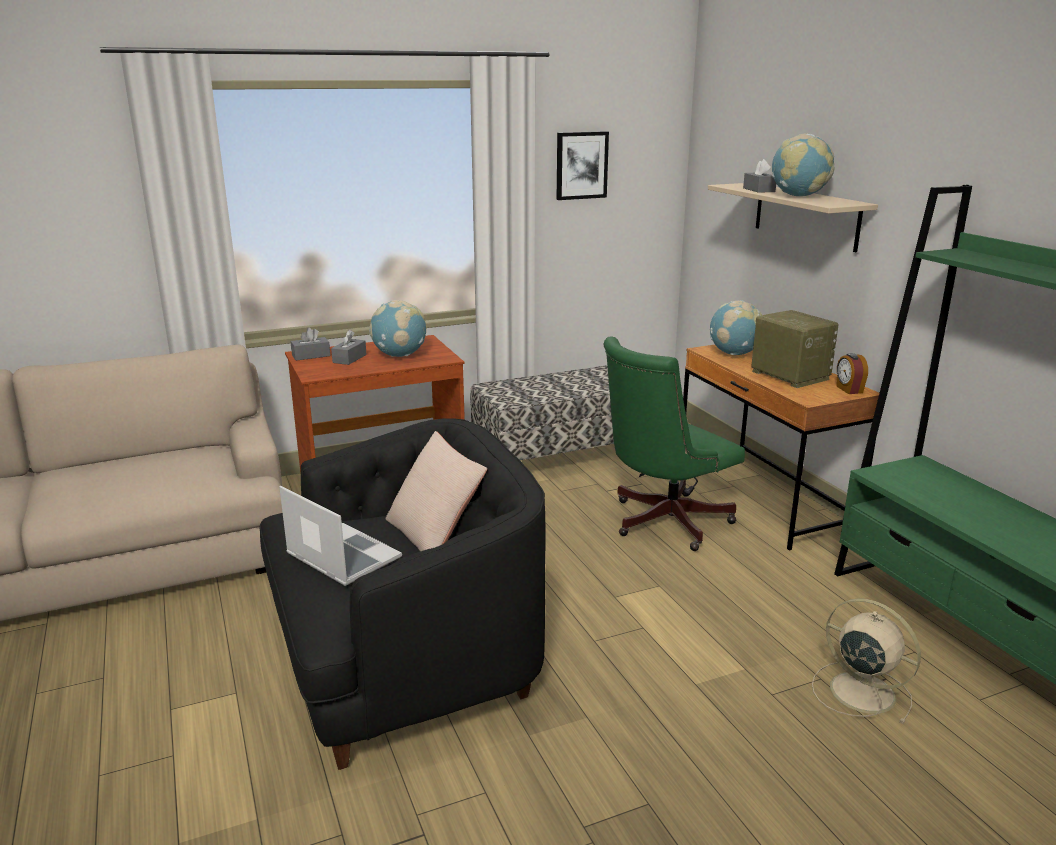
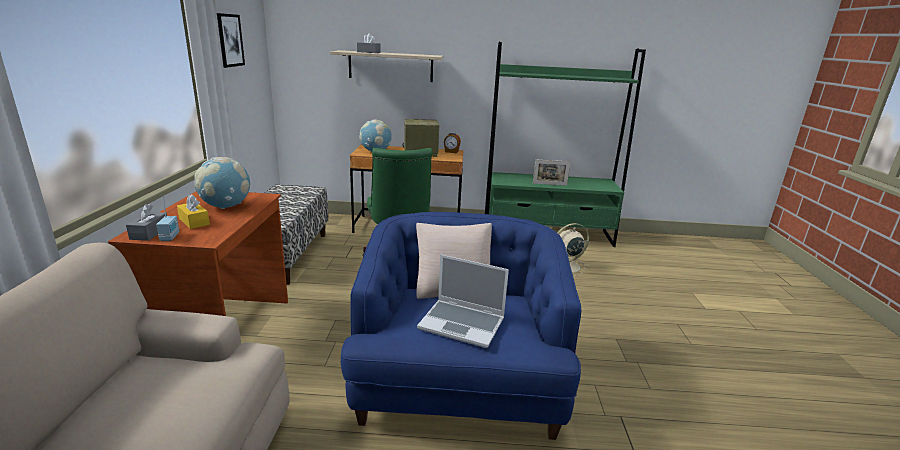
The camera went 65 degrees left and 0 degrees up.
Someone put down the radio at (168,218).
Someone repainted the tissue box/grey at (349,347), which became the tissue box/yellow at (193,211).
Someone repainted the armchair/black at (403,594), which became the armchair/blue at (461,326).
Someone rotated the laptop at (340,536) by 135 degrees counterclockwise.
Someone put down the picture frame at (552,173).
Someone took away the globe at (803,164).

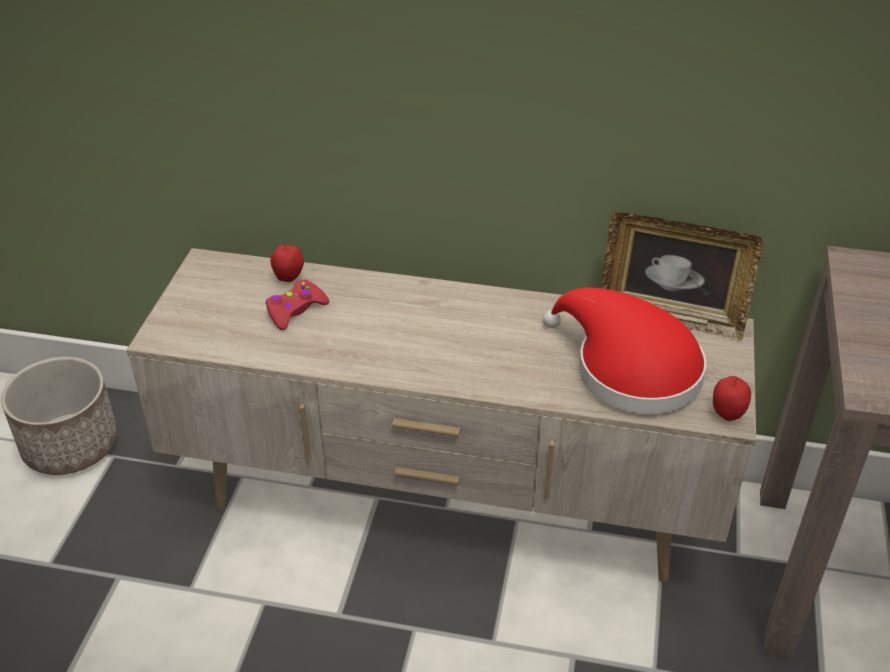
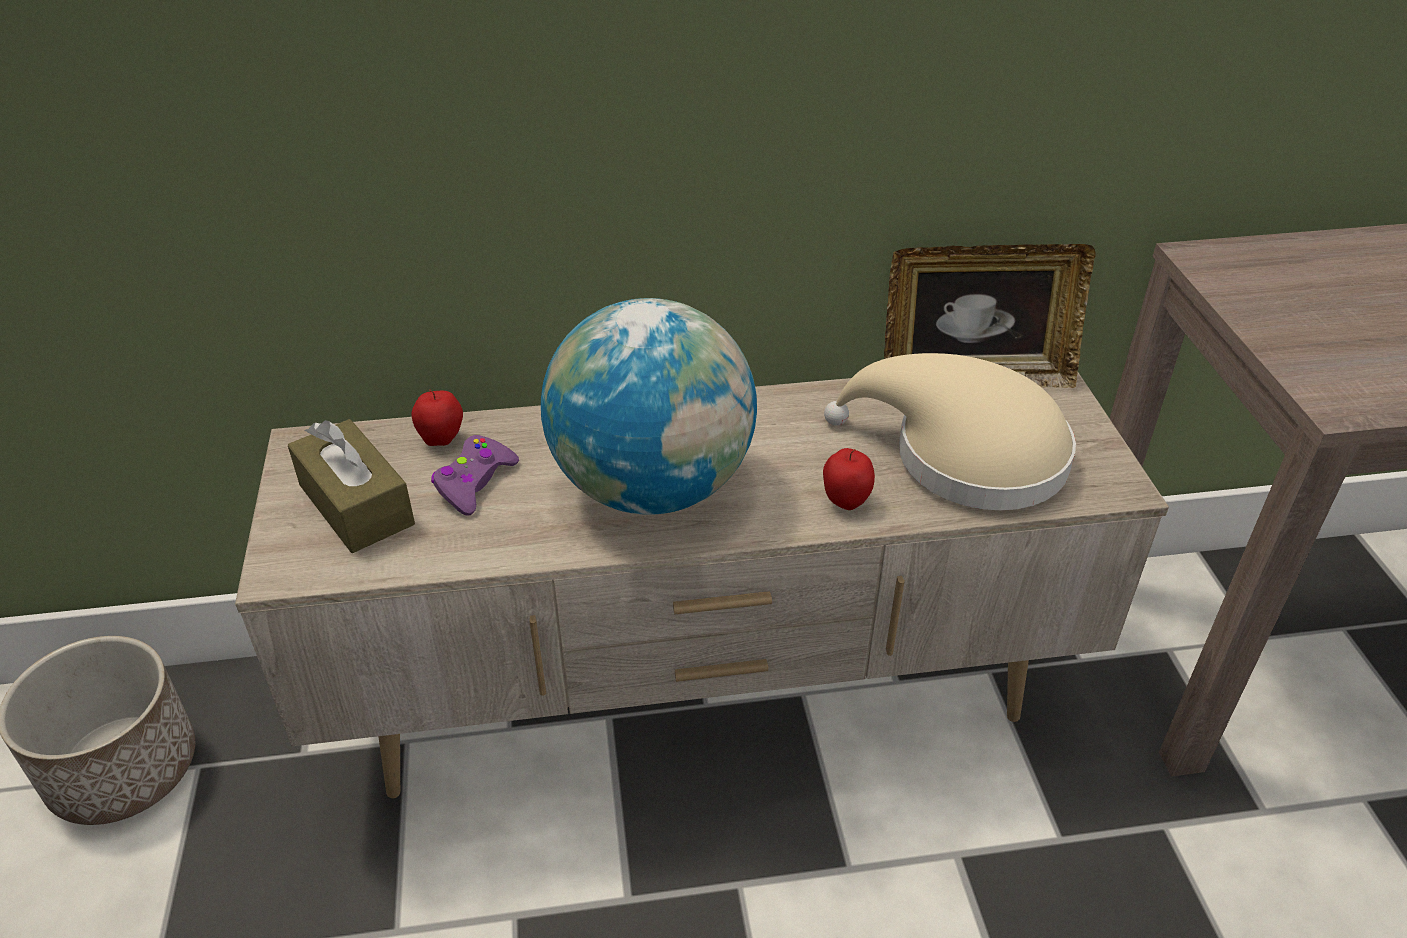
The camera went 20 degrees left and 0 degrees up.
Someone put down the tissue box/brown at (351,486).
Someone repainted the game controller/red at (297,305), which became the game controller/purple at (475,475).
Someone put down the globe at (649,406).
Someone carried the apple from (732,398) to (849,479).
Someone repainted the hat/red at (625,351), which became the hat/beige at (950,431).

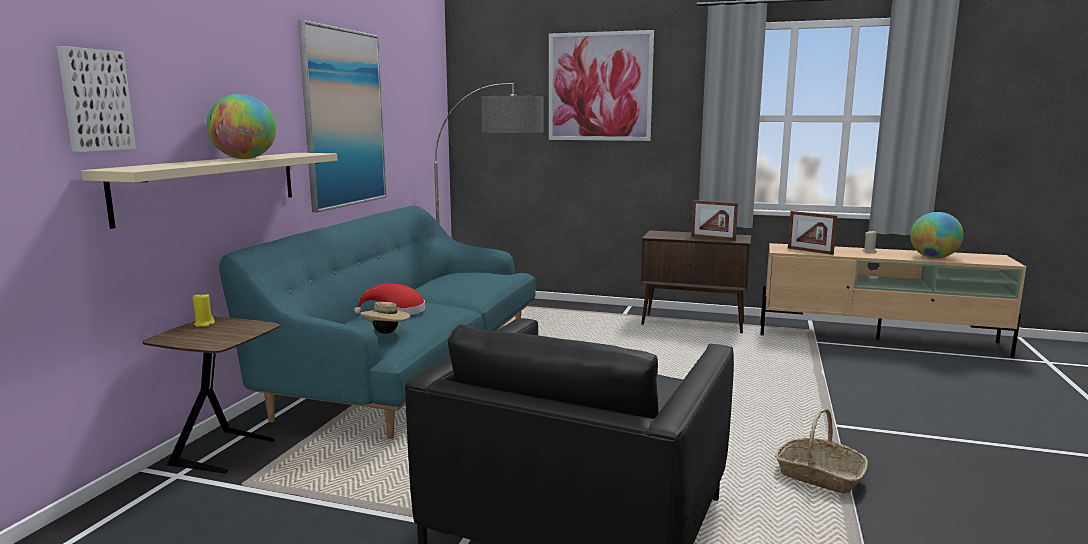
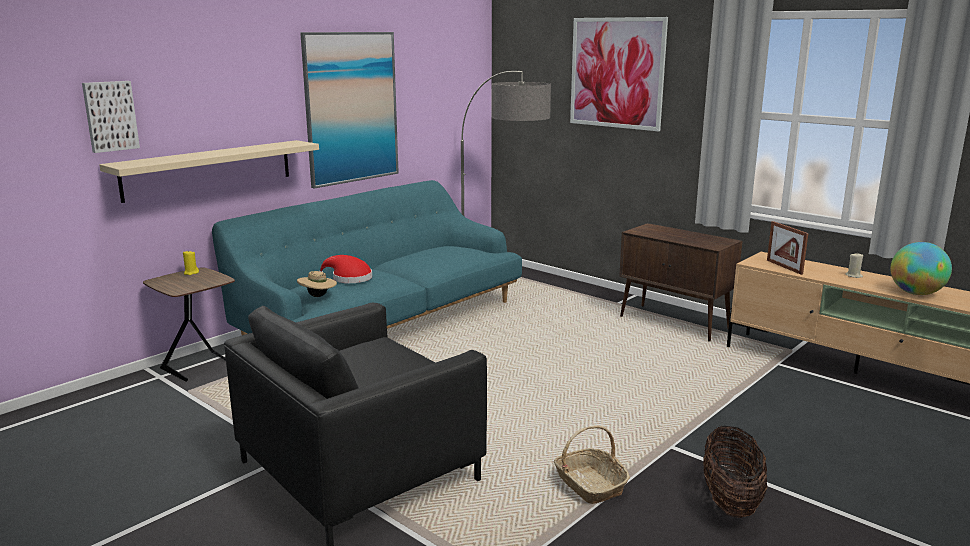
The camera went 25 degrees right and 5 degrees up.
Someone put down the basket at (735,472).
Someone took away the globe at (241,126).
Someone took away the picture frame at (714,220).

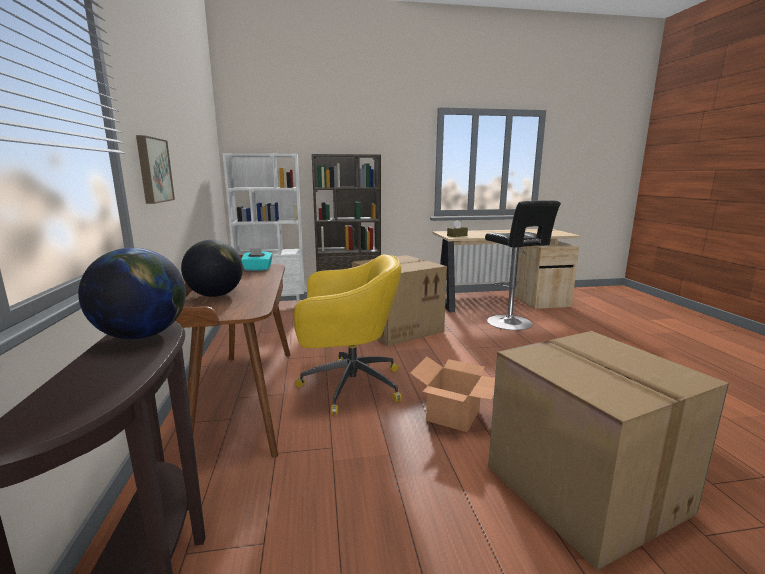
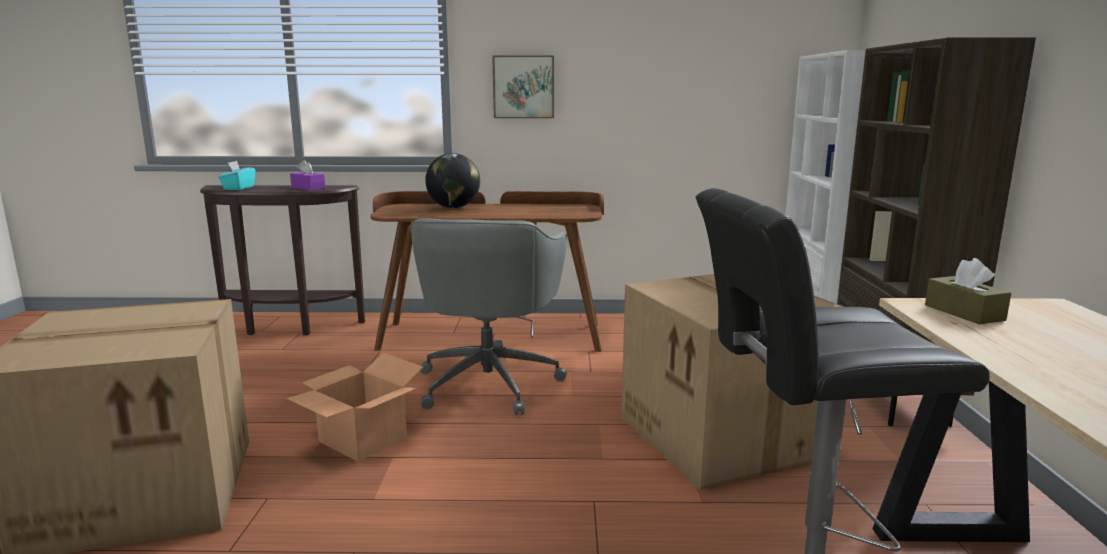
The camera went 100 degrees right and 0 degrees up.
Someone carried the tissue box/turquoise from (256,259) to (236,175).
Someone swapped the globe at (132,293) for the tissue box/purple at (307,175).
Someone repainted the office chair/yellow at (348,335), which became the office chair/grey at (488,316).

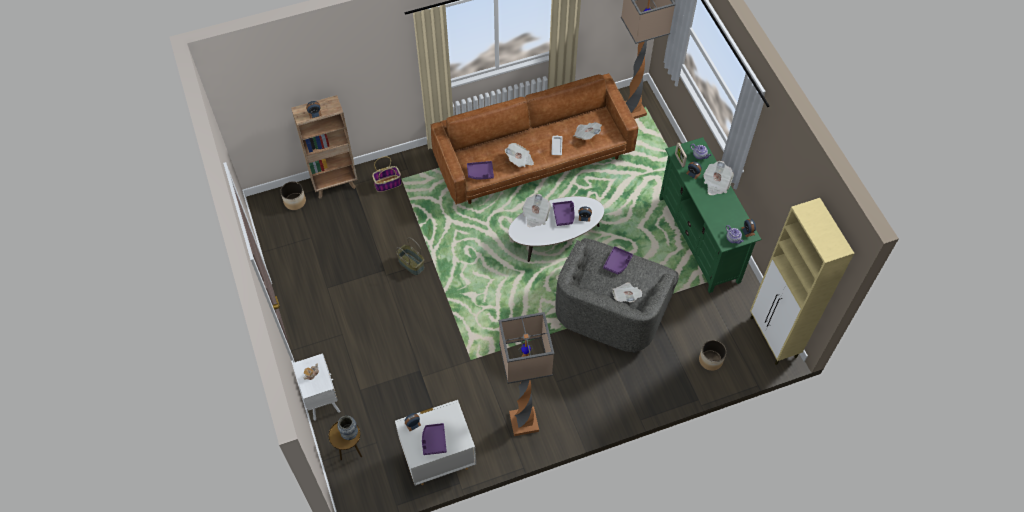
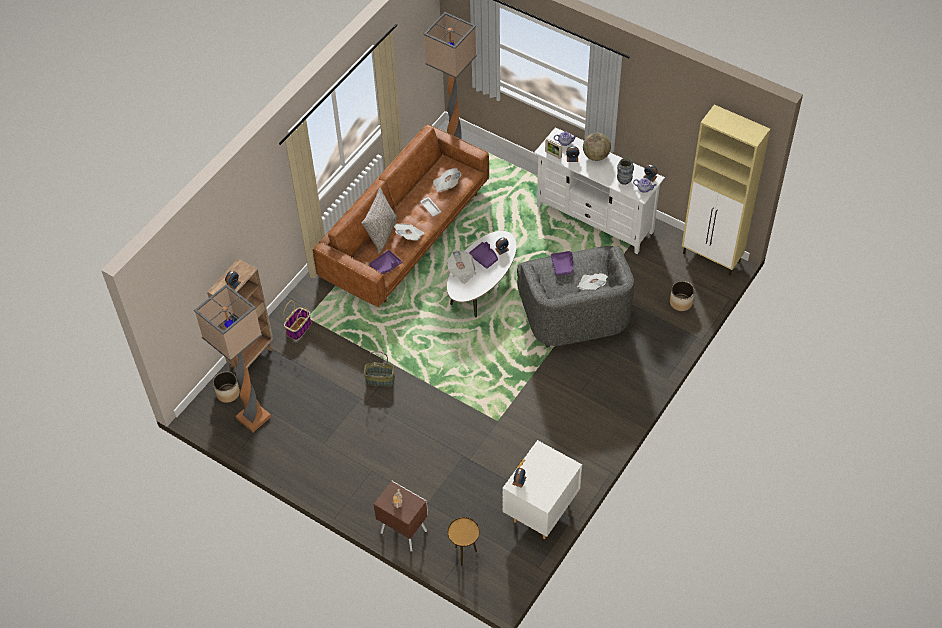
The camera went 35 degrees left and 5 degrees down.
Someone carried the floor lamp from (526,374) to (232,358).
Someone put down the pillow/grey at (379,220).
Someone repainted the nightstand/white at (316,387), which became the nightstand/brown at (401,516).
Someone repainted the tv stand/green at (710,215), which became the tv stand/white at (599,190).
Someone swapped the newspaper at (718,178) for the globe at (597,147).
Someone carried the vase from (347,428) to (625,171).
Someone took away the tray/purple at (434,439).

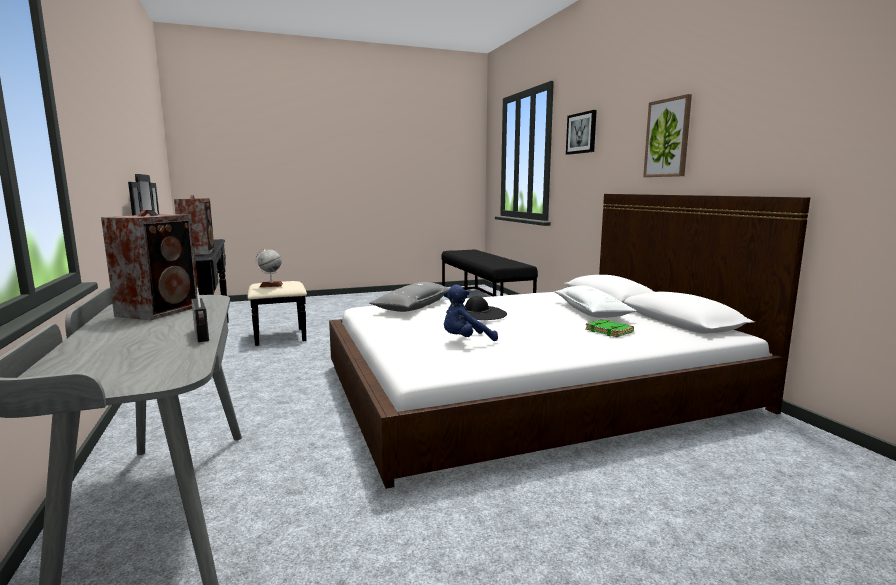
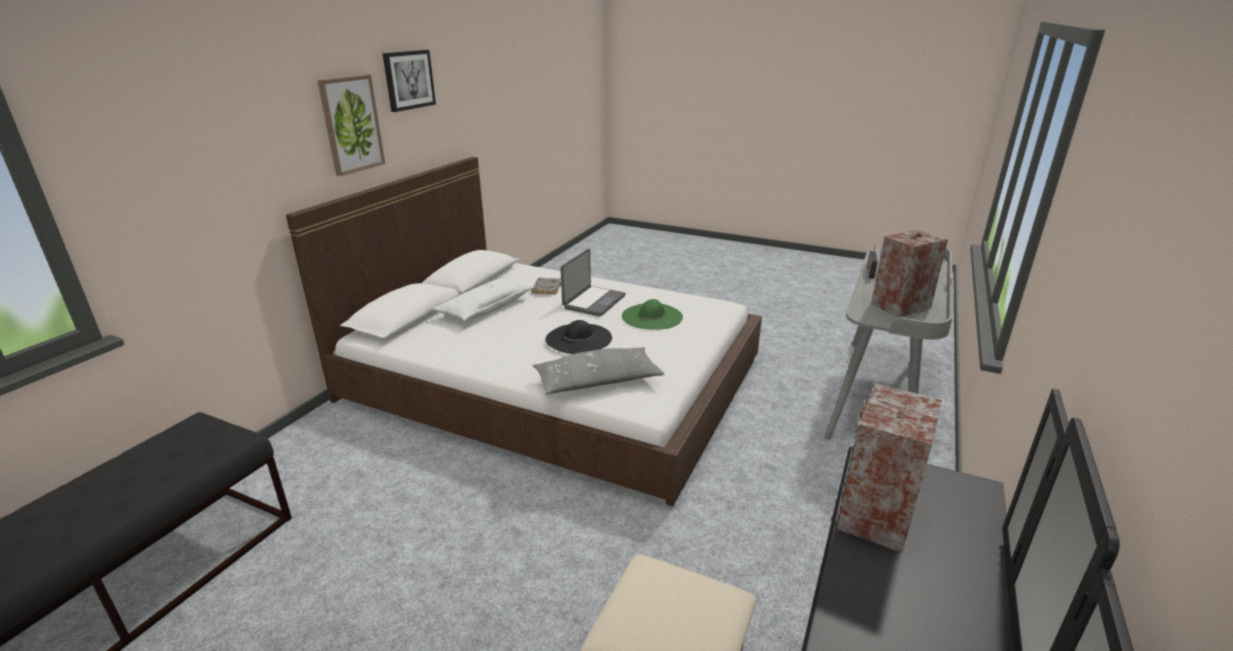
The camera went 135 degrees left and 15 degrees up.
Someone carried the picture from (581,132) to (409,81).
Someone repainted the book/green at (609,328), which became the book/grey at (546,286).
Someone put down the laptop at (593,282).
Someone swapped the plush toy/blue at (471,313) for the hat/green at (652,314).
Someone took away the globe at (269,268).

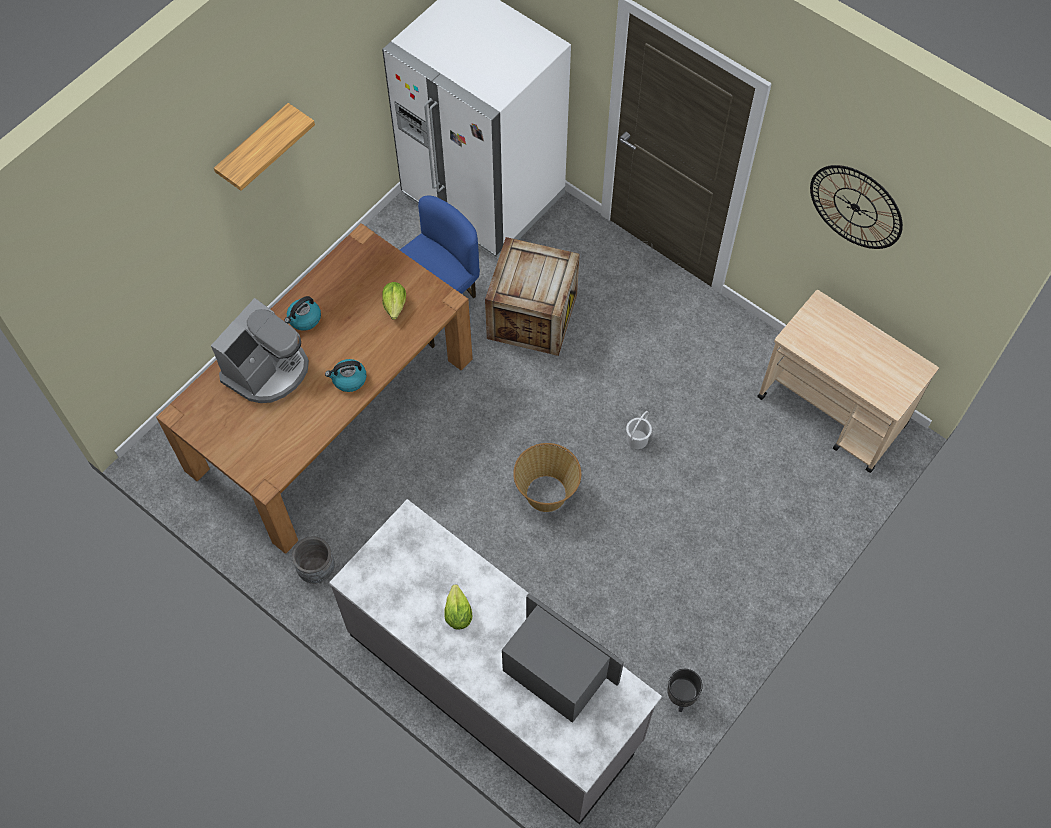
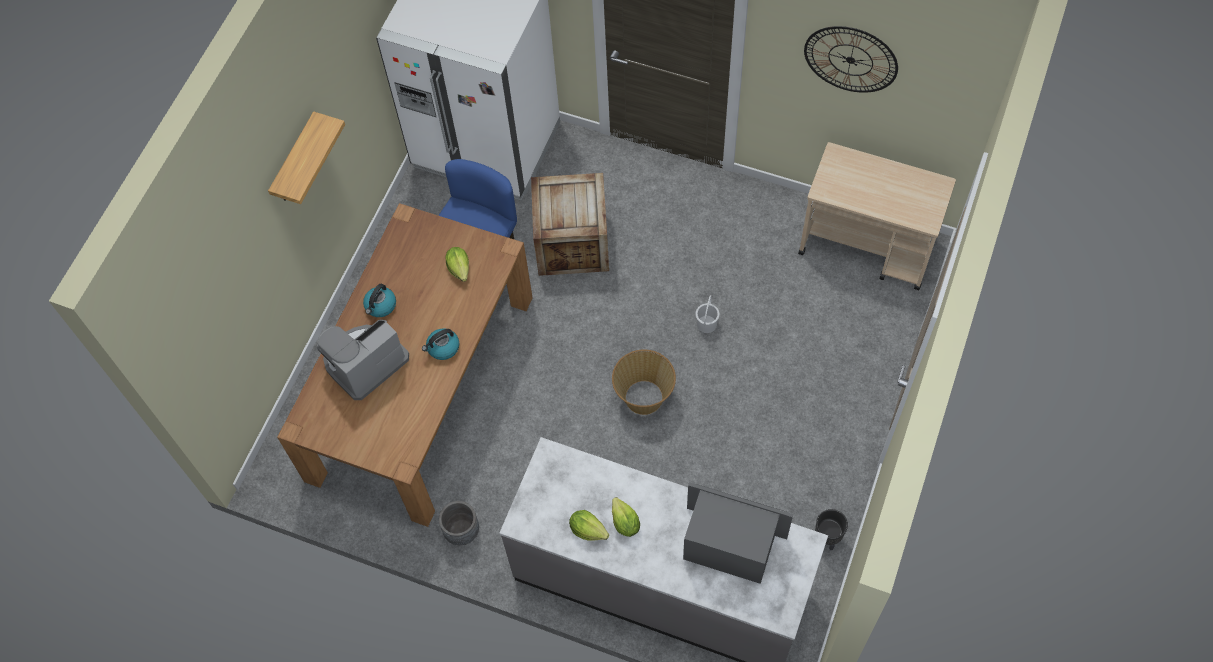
The camera went 15 degrees left and 0 degrees up.
Someone rotated the coffee machine at (260,350) by 150 degrees counterclockwise.
Someone put down the lettuce at (589,525).

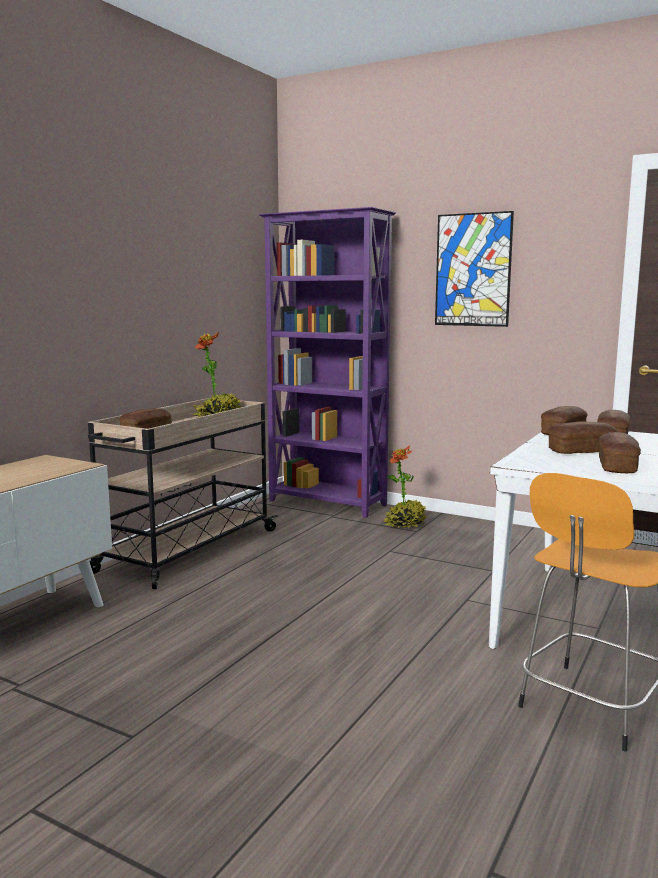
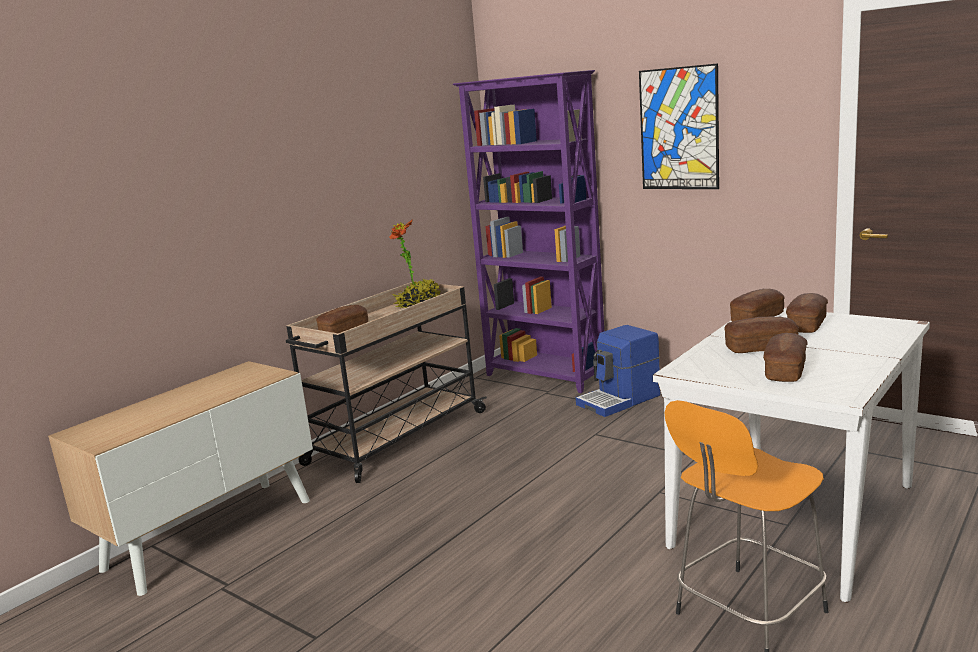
The camera went 10 degrees right and 5 degrees up.
Someone swapped the potted plant at (405,486) for the coffee machine at (618,371).

